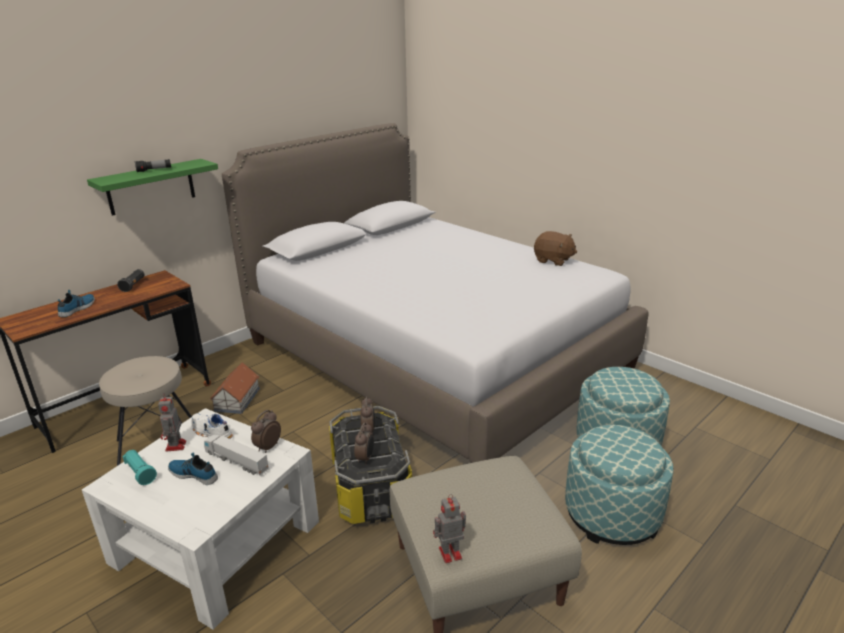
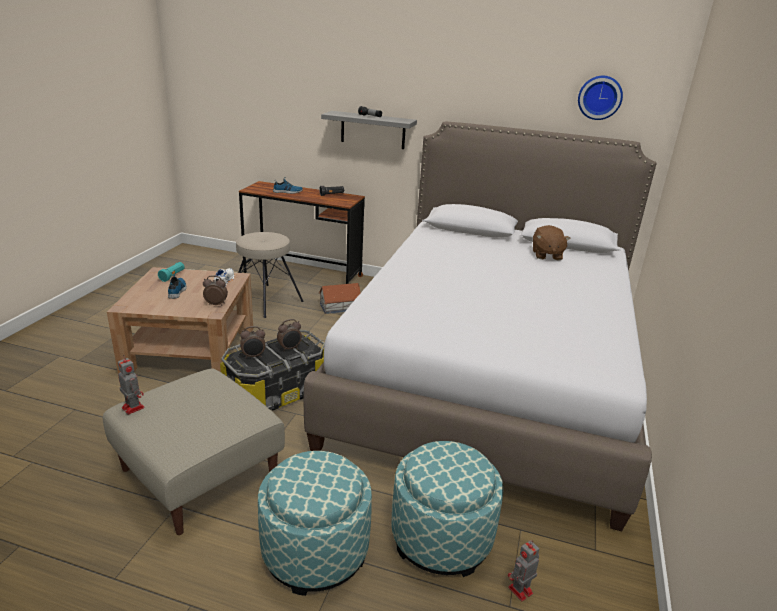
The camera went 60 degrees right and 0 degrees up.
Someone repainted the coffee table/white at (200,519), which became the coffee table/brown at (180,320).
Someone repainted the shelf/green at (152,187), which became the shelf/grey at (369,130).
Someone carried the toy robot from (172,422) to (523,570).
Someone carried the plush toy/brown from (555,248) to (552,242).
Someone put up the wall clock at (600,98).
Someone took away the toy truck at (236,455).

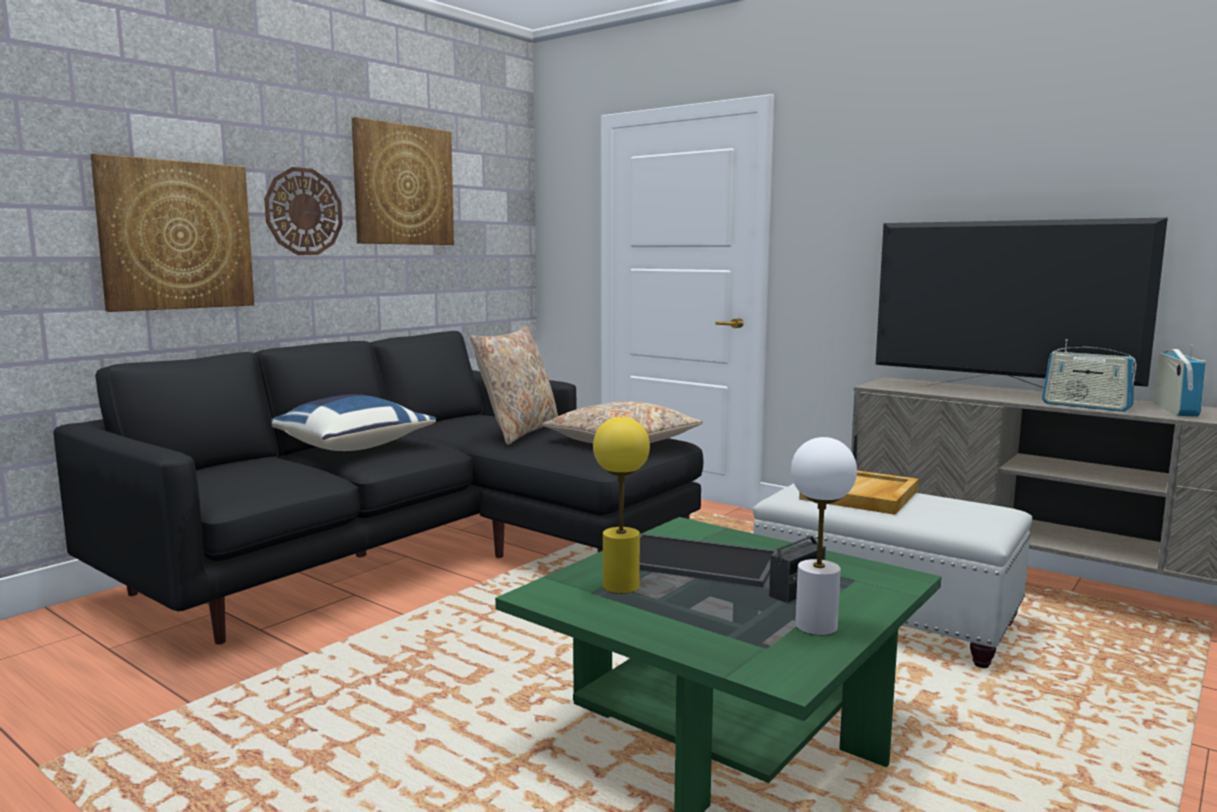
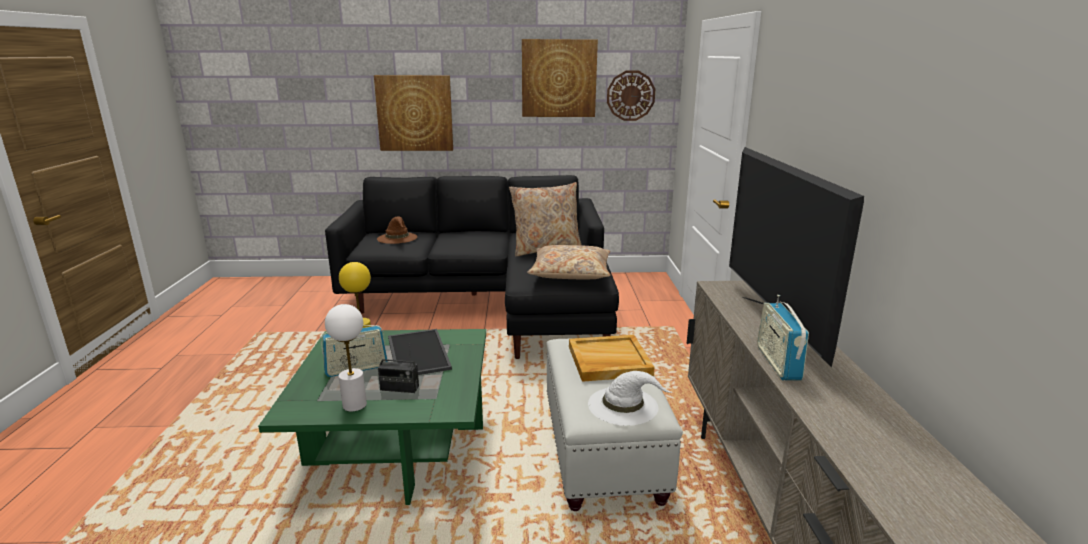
The camera went 50 degrees right and 10 degrees up.
Someone carried the radio from (1179,381) to (354,351).
Someone put down the hat/brown at (397,230).
Someone put down the hat/white at (630,398).
Someone carried the wall clock from (303,211) to (631,96).
Someone took away the pillow/blue at (353,422).

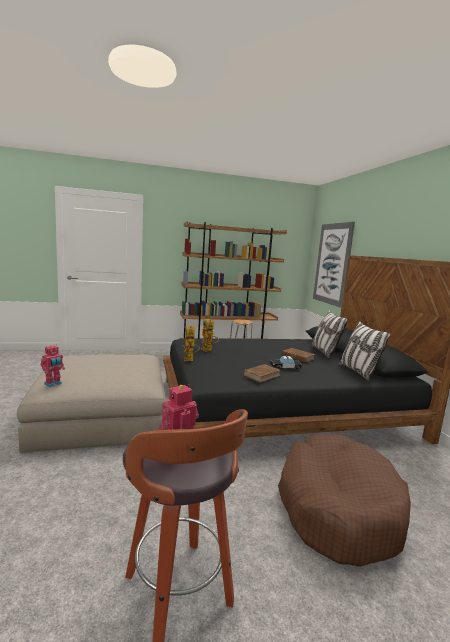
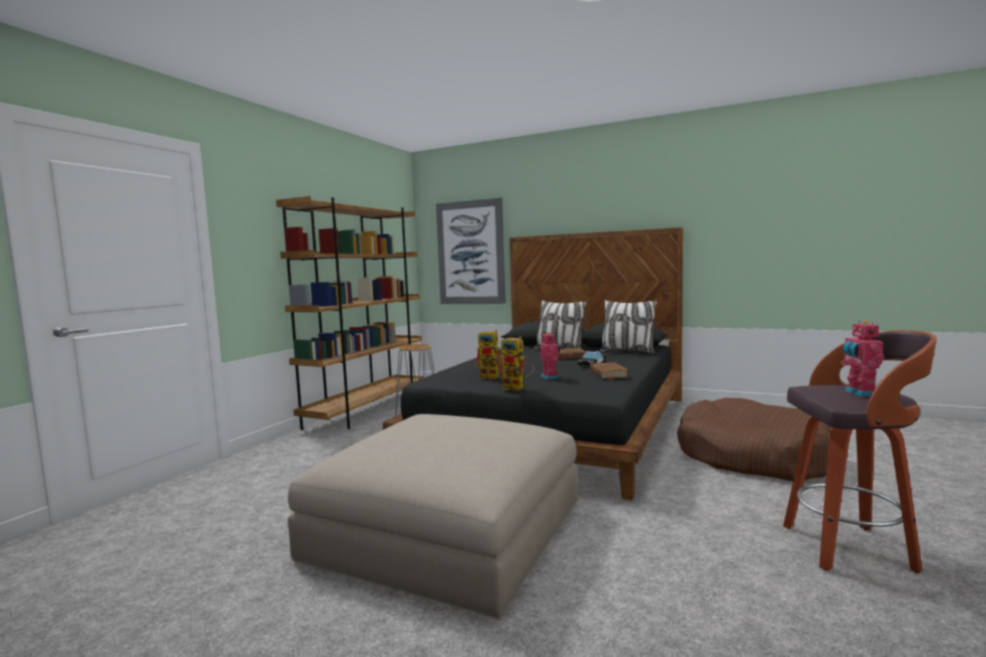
The camera went 50 degrees left and 5 degrees down.
Someone carried the toy robot from (52,366) to (550,356).

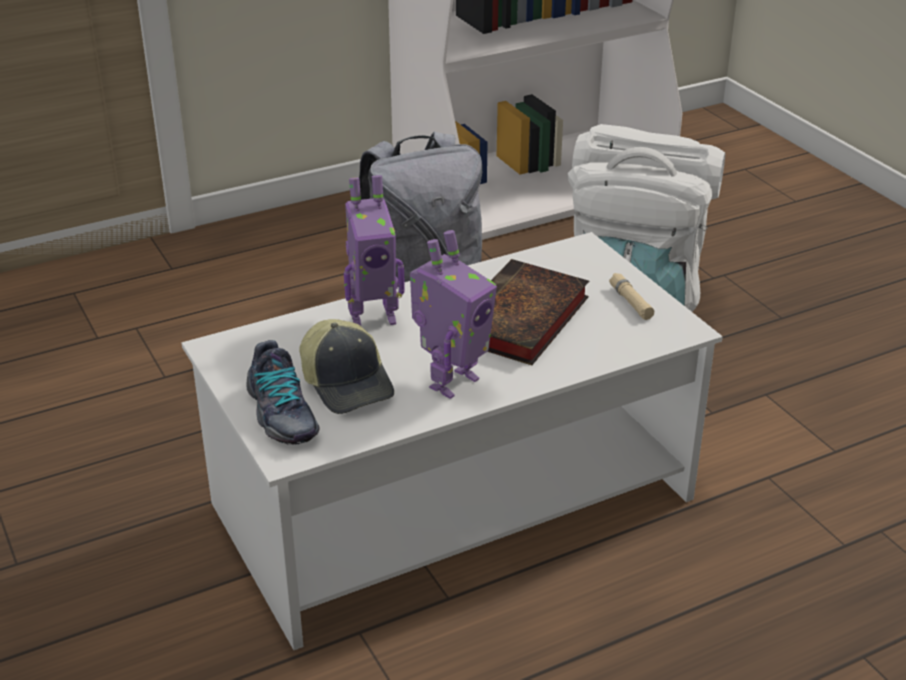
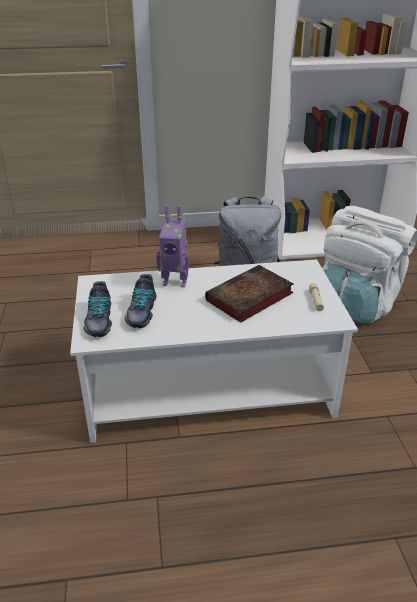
The camera went 20 degrees right and 0 degrees up.
Someone swapped the cap at (346,366) for the shoe at (140,301).
Someone took away the toy robot at (453,314).

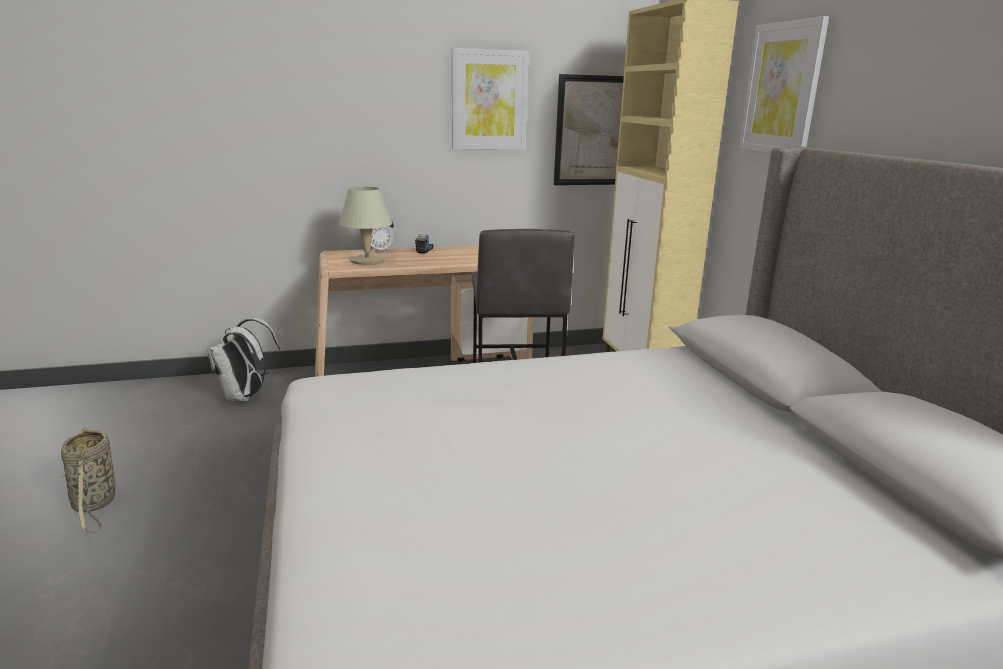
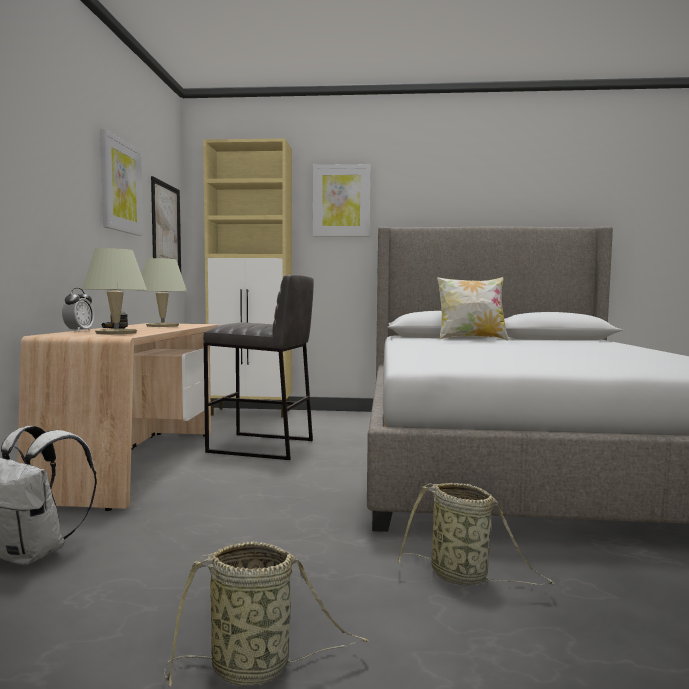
The camera went 70 degrees left and 15 degrees down.
Someone put down the table lamp/beige at (162,292).
Someone put down the basket at (476,534).
Someone put down the pillow at (473,308).

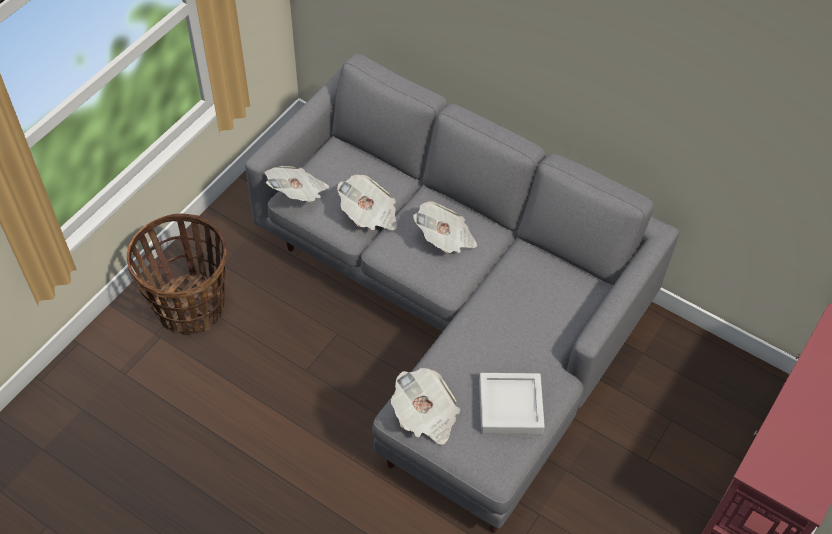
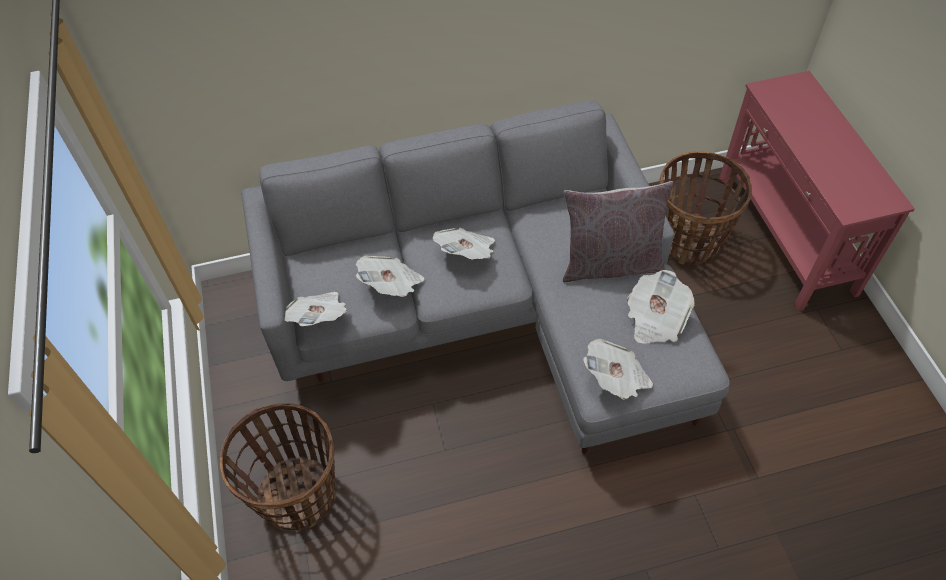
The camera went 45 degrees left and 0 degrees up.
Someone put down the pillow/grey at (618,231).
Someone swapped the tray/grey at (512,403) for the newspaper at (661,307).
Someone put down the basket at (705,208).

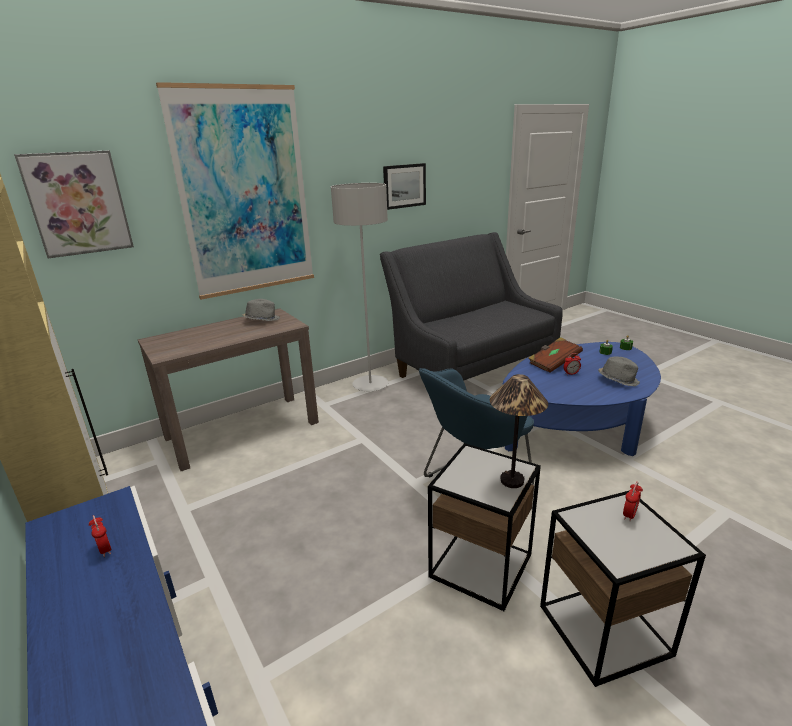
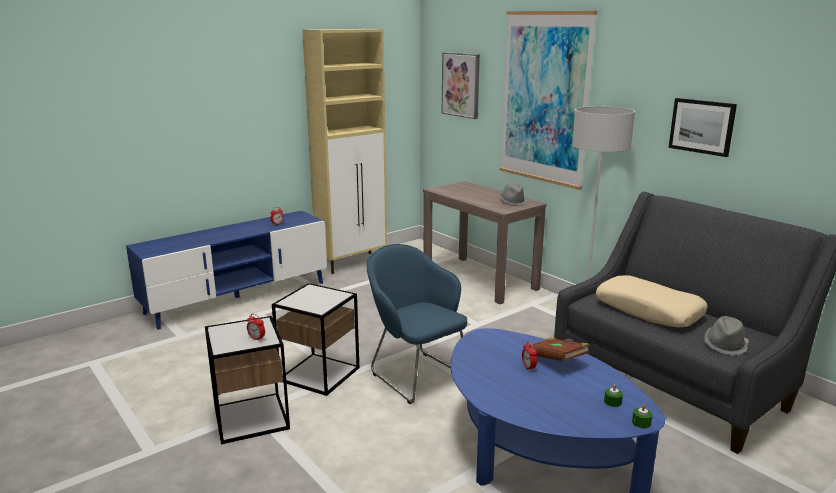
The camera went 85 degrees right and 5 degrees down.
Someone put down the pillow/beige at (652,301).
Someone carried the hat/grey from (619,371) to (726,336).
Someone took away the table lamp at (519,431).

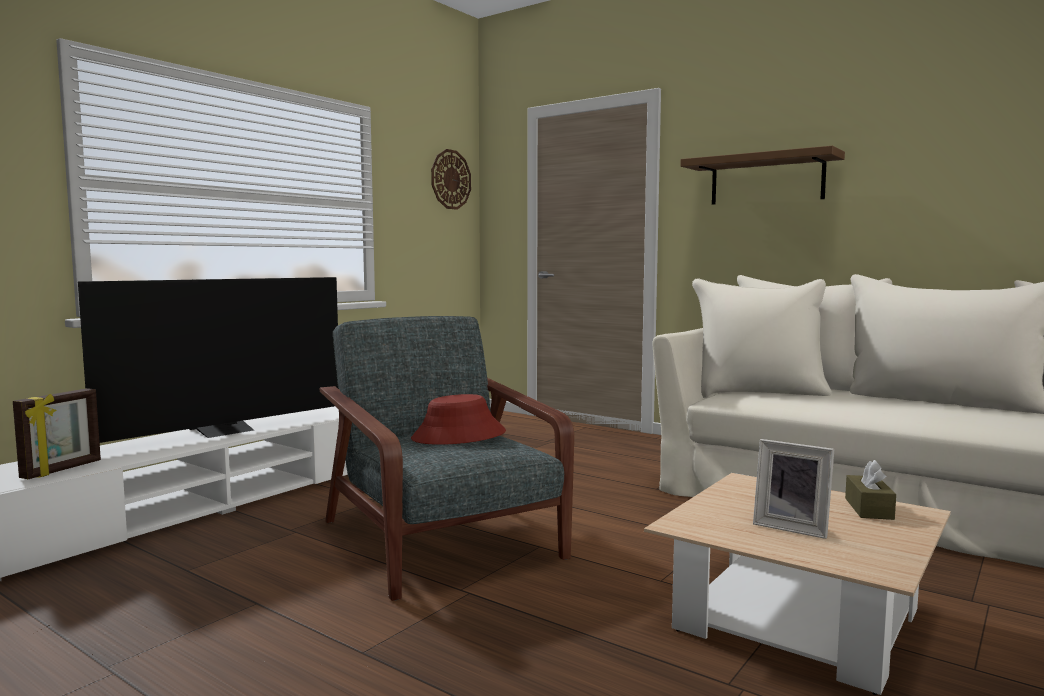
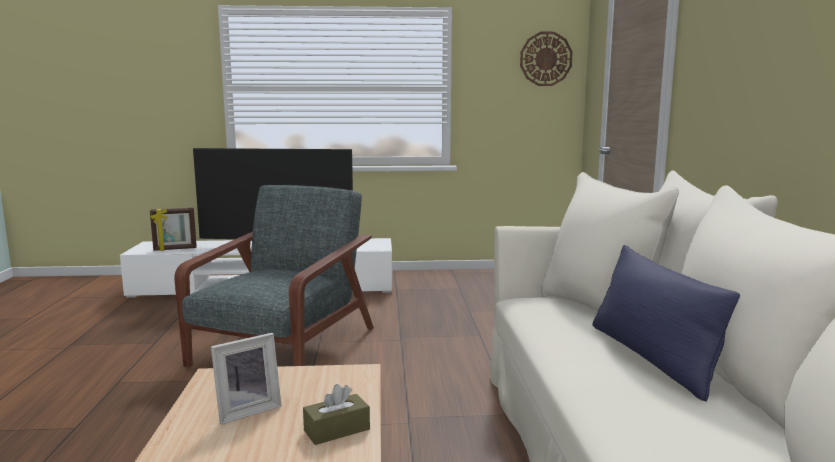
The camera went 50 degrees right and 5 degrees up.
Someone rotated the picture frame at (793,489) by 120 degrees counterclockwise.
Someone put down the pillow/blue at (666,323).
Someone took away the hat/red at (458,419).
Someone took away the shelf/brown at (762,175).

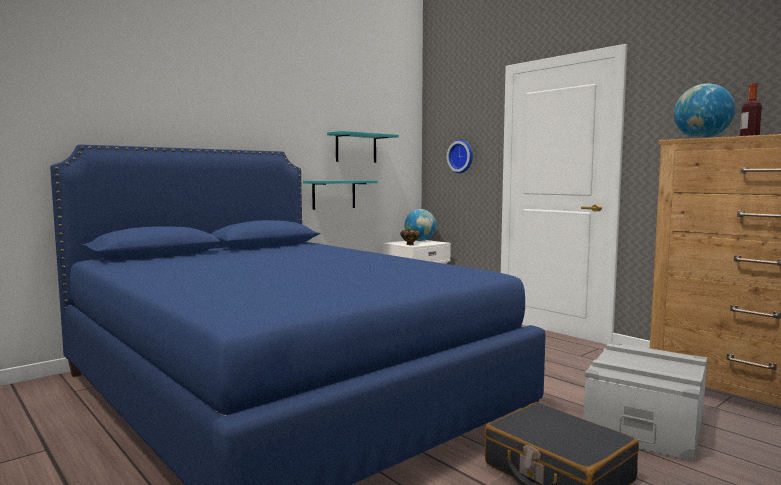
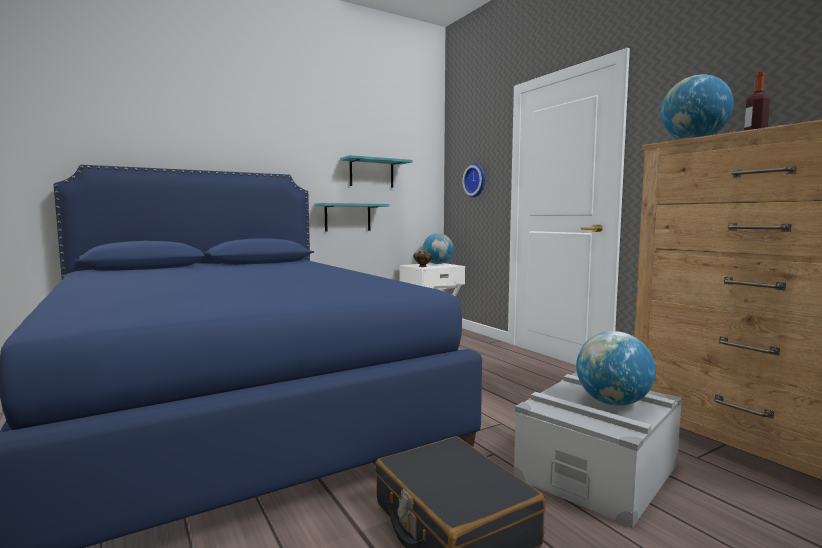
The camera went 10 degrees right and 0 degrees up.
Someone put down the globe at (616,368).

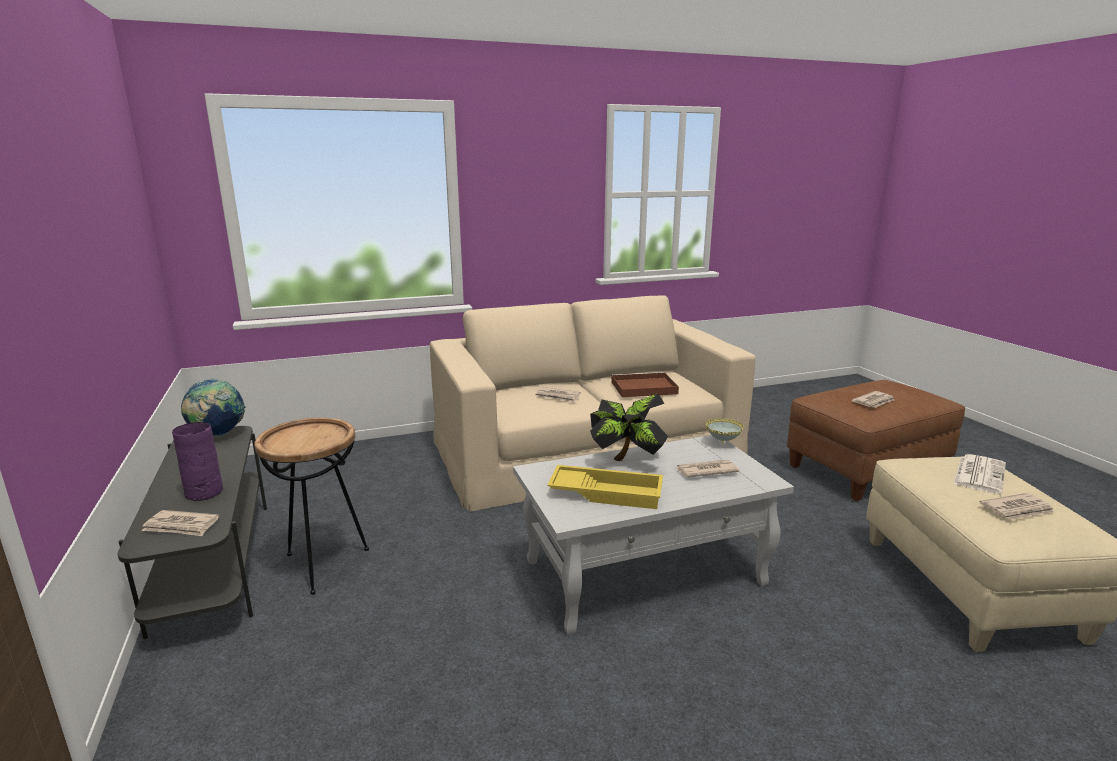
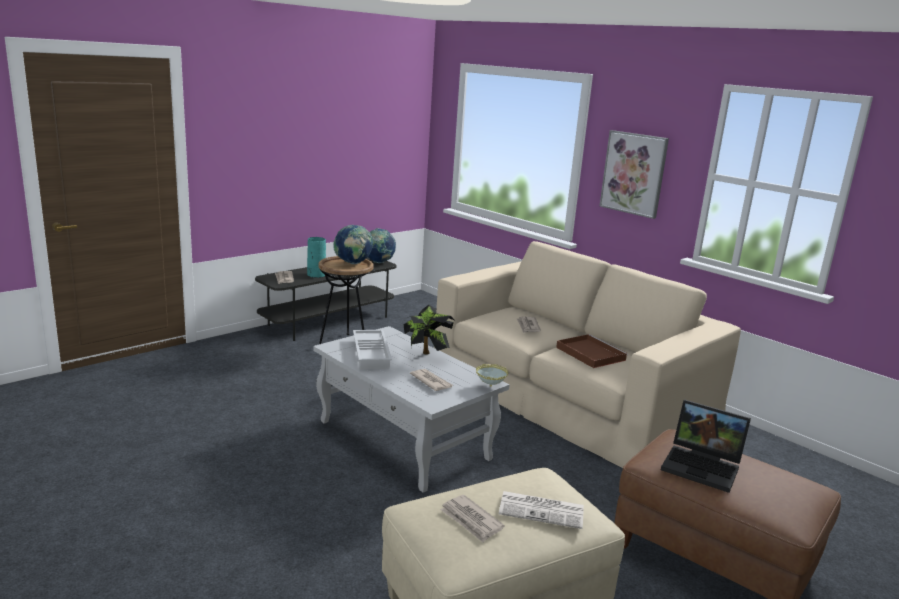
The camera went 65 degrees right and 0 degrees up.
Someone repainted the vase/purple at (197,461), which became the vase/turquoise at (316,257).
Someone put down the globe at (353,244).
Someone repainted the tray/yellow at (605,487), which became the tray/white at (372,349).
Someone put up the picture at (634,174).
Someone swapped the newspaper at (873,399) for the laptop at (706,446).

